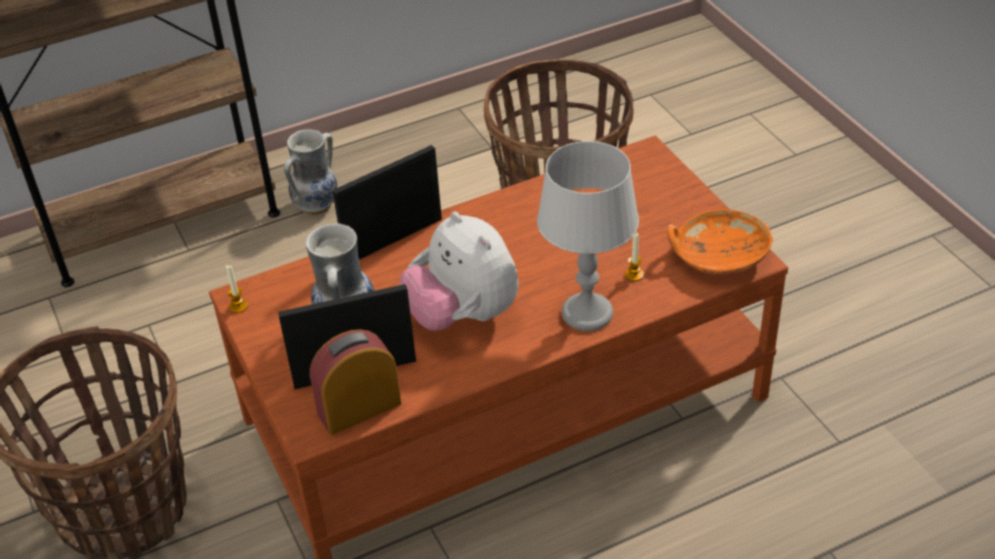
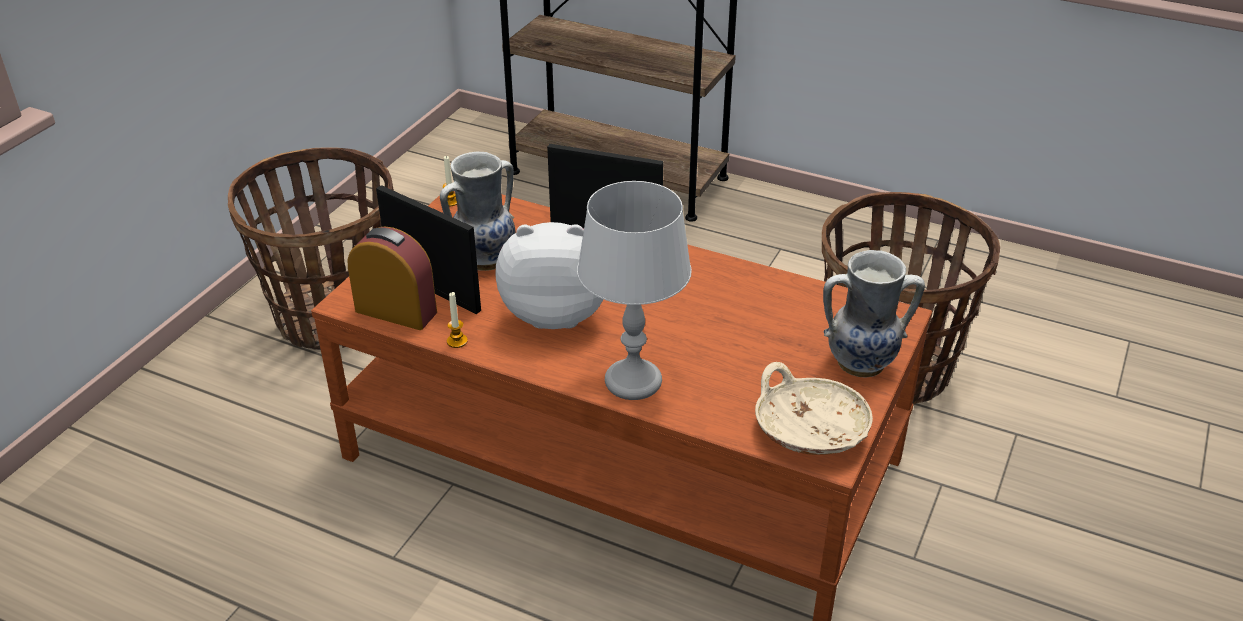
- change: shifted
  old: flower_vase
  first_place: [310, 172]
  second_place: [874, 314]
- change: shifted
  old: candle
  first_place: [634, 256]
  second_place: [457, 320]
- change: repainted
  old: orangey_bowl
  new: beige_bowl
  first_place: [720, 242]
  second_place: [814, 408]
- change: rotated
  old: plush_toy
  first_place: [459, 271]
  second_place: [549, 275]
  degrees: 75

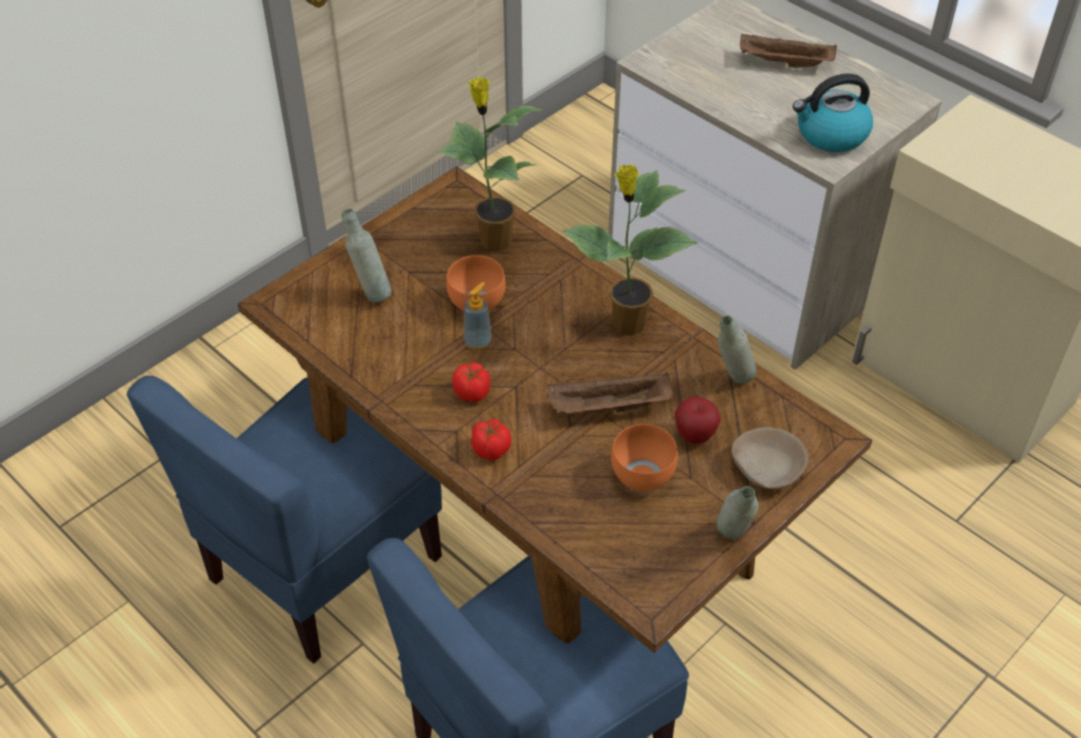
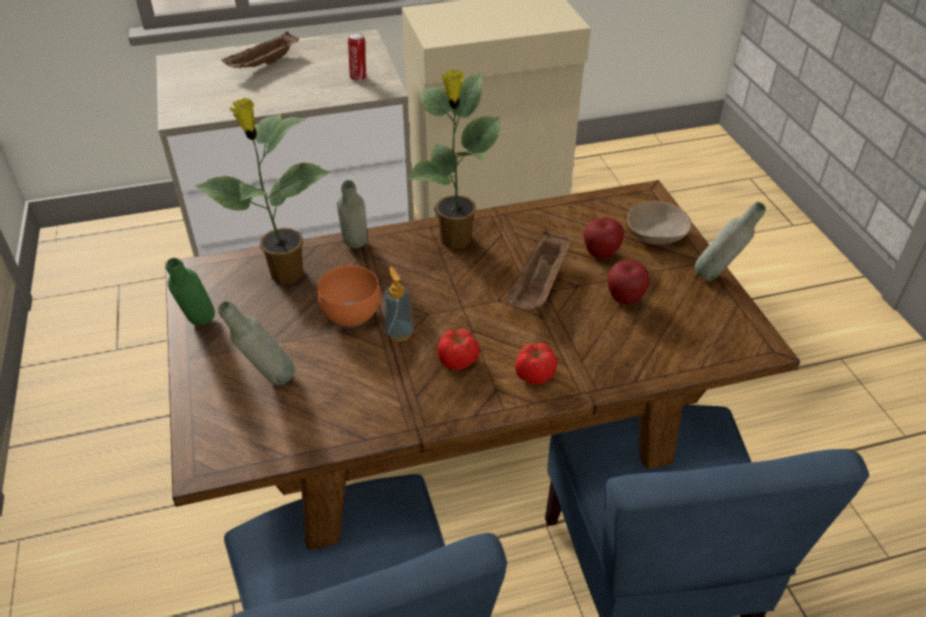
- change: new
  new: green_beverage_bottle
  second_place: [190, 292]
- change: shifted
  old: greyish_beverage_bottle
  first_place: [737, 350]
  second_place: [352, 214]
- change: swapped
  old: orangey_bowl
  new: apple
  first_place: [644, 457]
  second_place: [629, 282]
- change: swapped
  old: water_kettle
  new: can
  first_place: [833, 112]
  second_place: [357, 57]

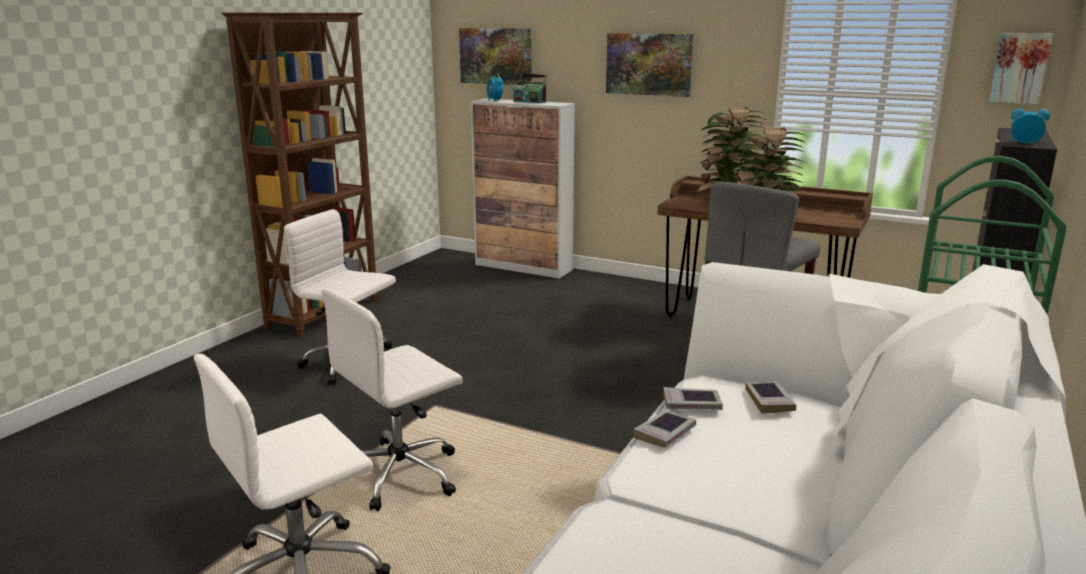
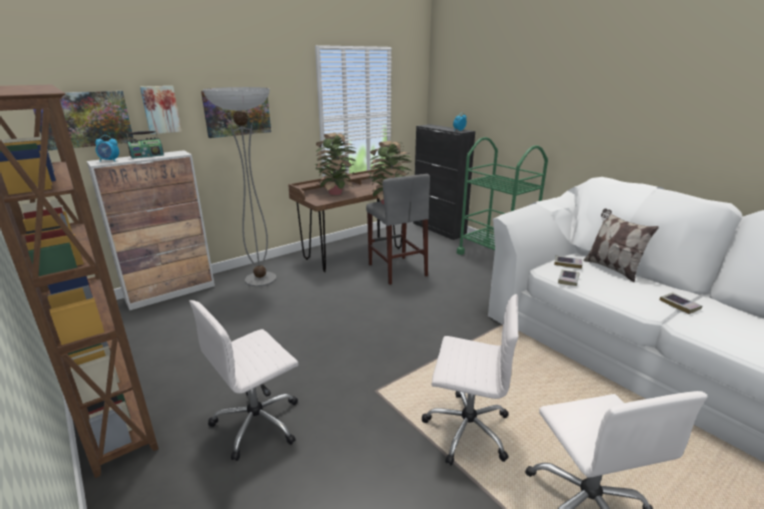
- change: new
  new: standard_lamp
  second_place: [239, 187]
- change: new
  new: throw_pillow
  second_place: [621, 245]
- change: shifted
  old: volume
  first_place: [665, 429]
  second_place: [681, 303]
- change: shifted
  old: wall_picture
  first_place: [1021, 68]
  second_place: [160, 110]
- change: rotated
  old: white-coloured_computer_chair
  first_place: [392, 400]
  second_place: [470, 379]
  degrees: -60

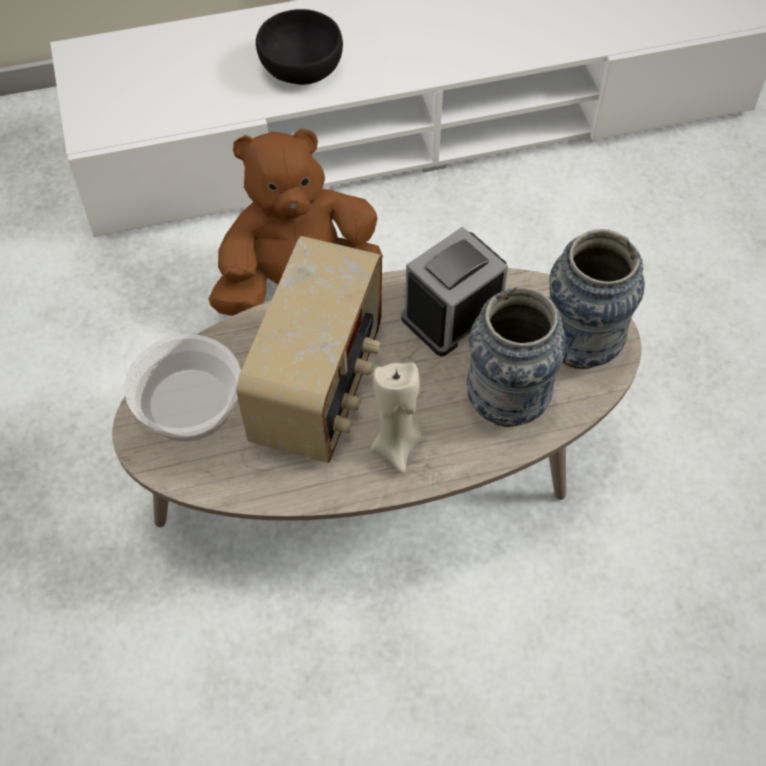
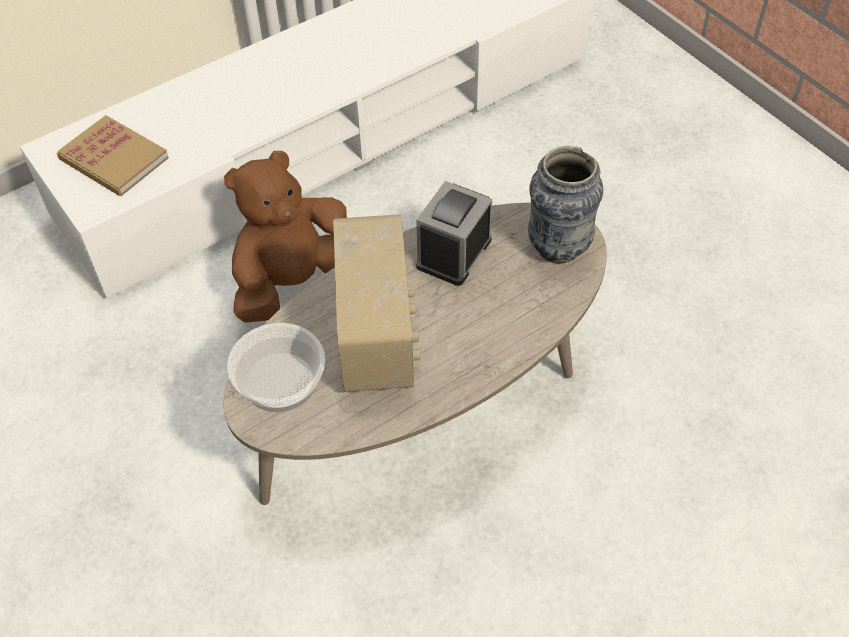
- change: gone
  old: black_bowl
  first_place: [299, 47]
- change: gone
  old: beige_candle
  first_place: [396, 417]
- change: gone
  old: flower_vase
  first_place: [516, 356]
- change: new
  new: volume
  second_place: [113, 155]

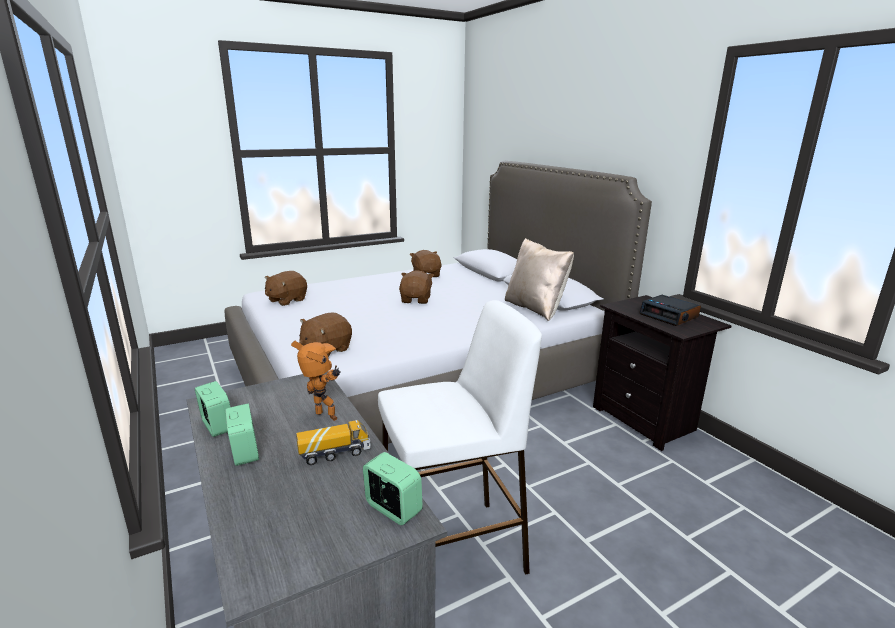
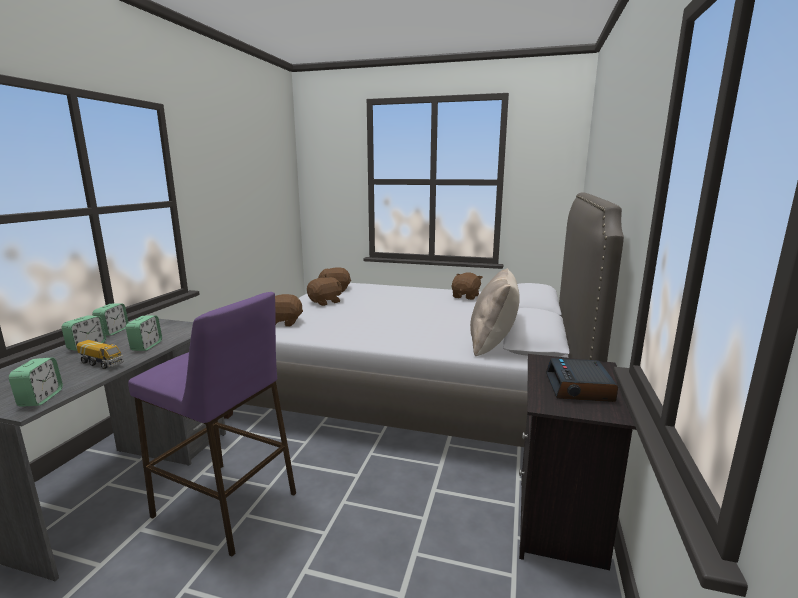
- change: shifted
  old: brownish_plush_toy
  first_place: [416, 287]
  second_place: [324, 291]
- change: swapped
  old: model_robot
  new: table_clock
  first_place: [316, 381]
  second_place: [144, 333]
- change: repainted
  old: white-coloured_sitting_stool
  new: purple_sitting_stool
  first_place: [460, 437]
  second_place: [212, 424]

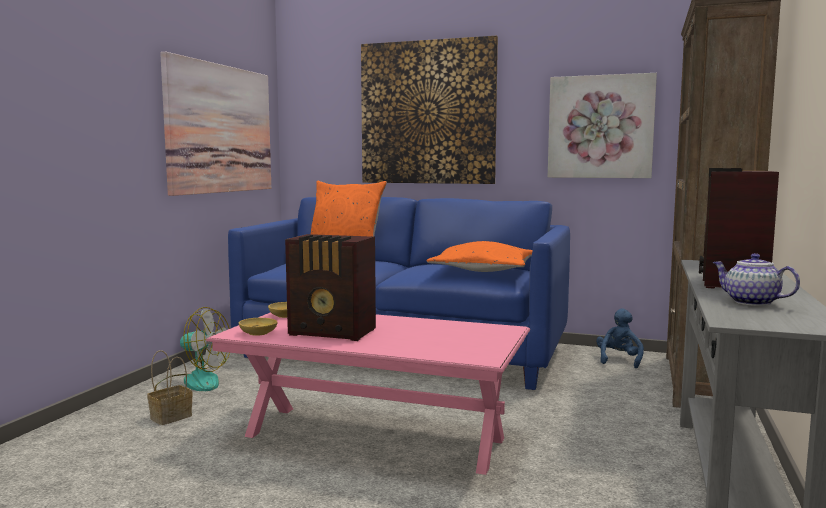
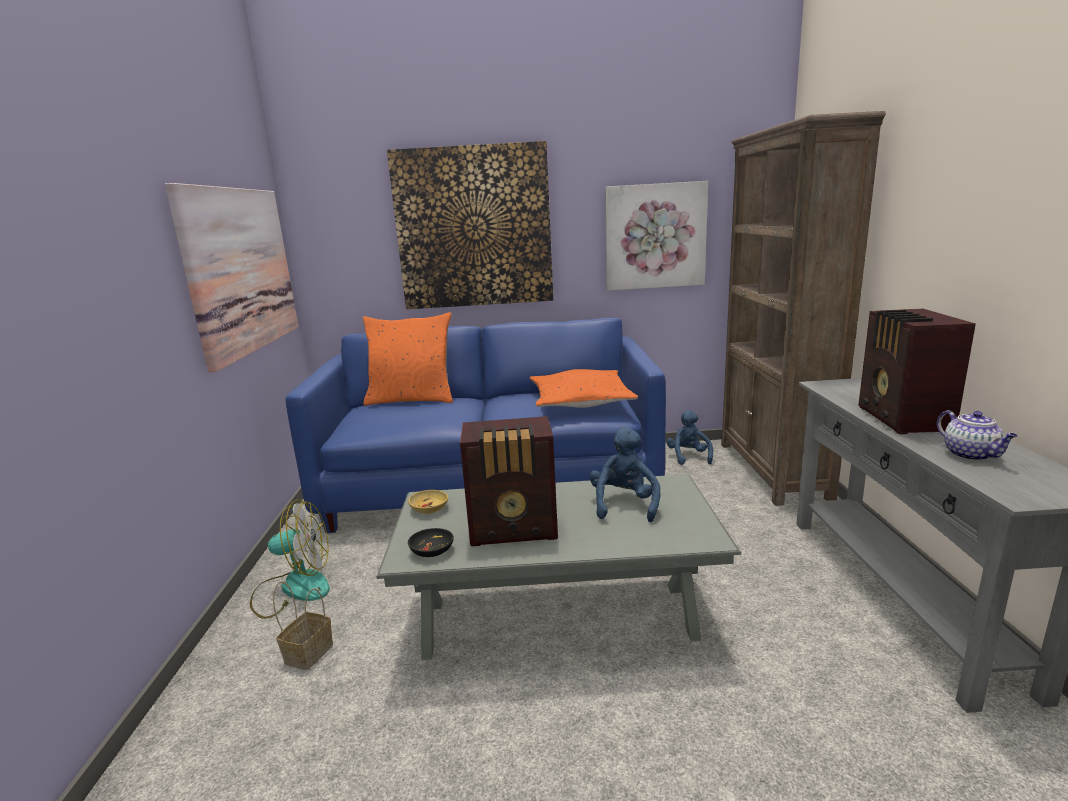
- change: new
  new: blue_plush_toy
  second_place: [624, 474]
- change: repainted
  old: pink-coloured_low_table
  new: greyish_low_table
  first_place: [368, 393]
  second_place: [558, 567]
- change: repainted
  old: beige_bowl
  new: black_bowl
  first_place: [258, 327]
  second_place: [431, 542]
- change: rotated
  old: teapot
  first_place: [756, 279]
  second_place: [977, 435]
  degrees: -135

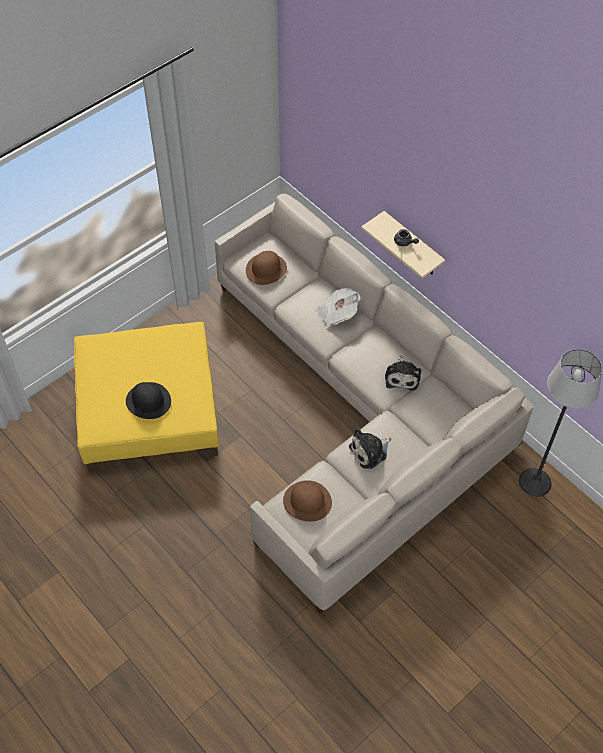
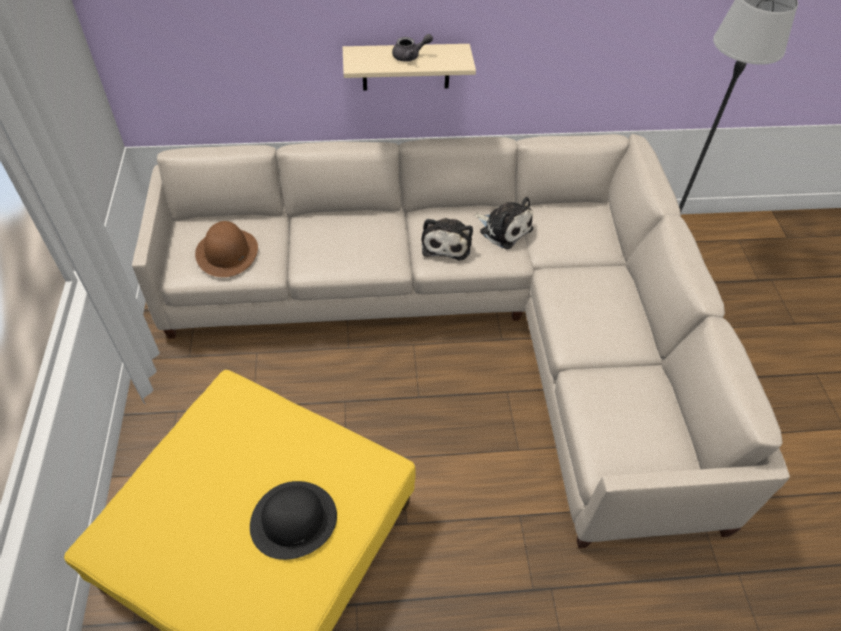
- change: gone
  old: brownish_wearable_hat
  first_place: [307, 501]
- change: gone
  old: daily_paper
  first_place: [338, 307]
- change: shifted
  old: plush_toy
  first_place: [370, 448]
  second_place: [447, 239]

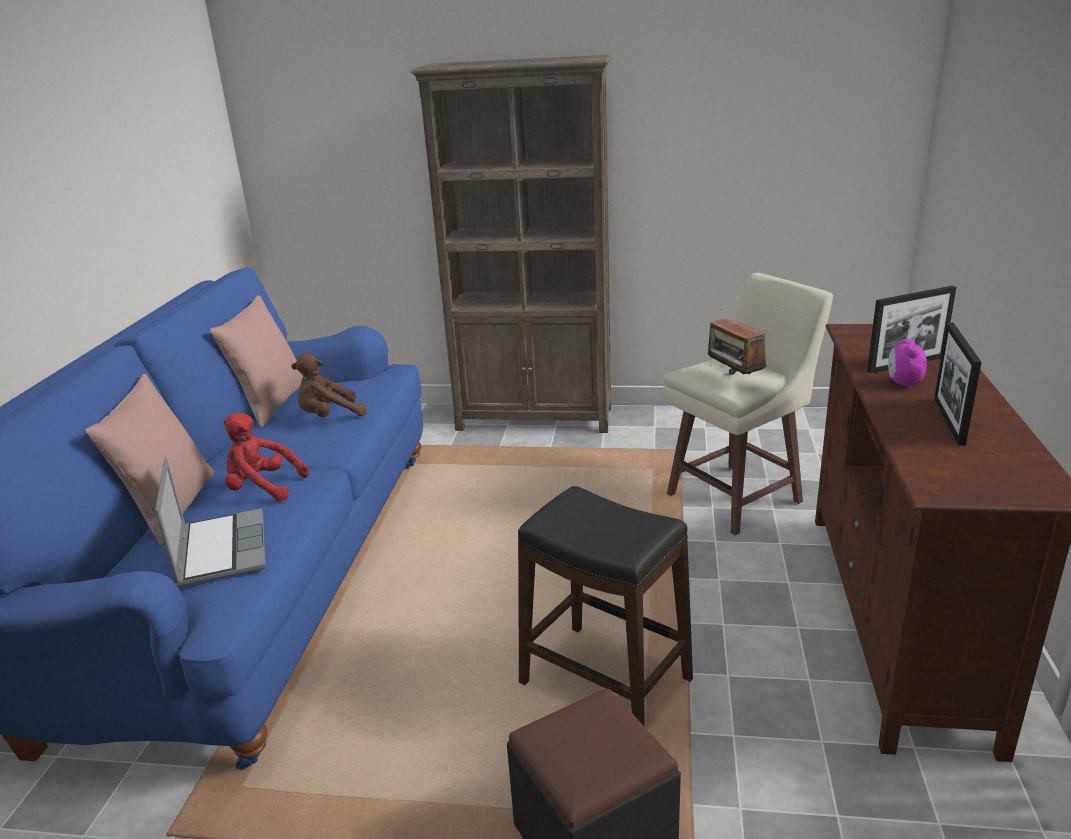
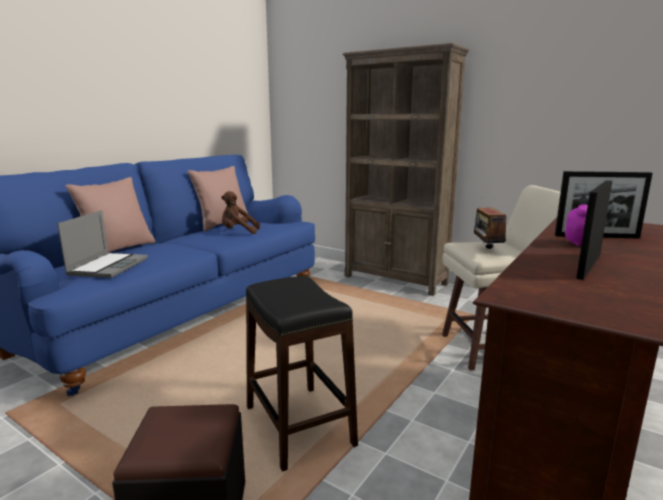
- change: gone
  old: red-coloured_plush_toy
  first_place: [266, 457]

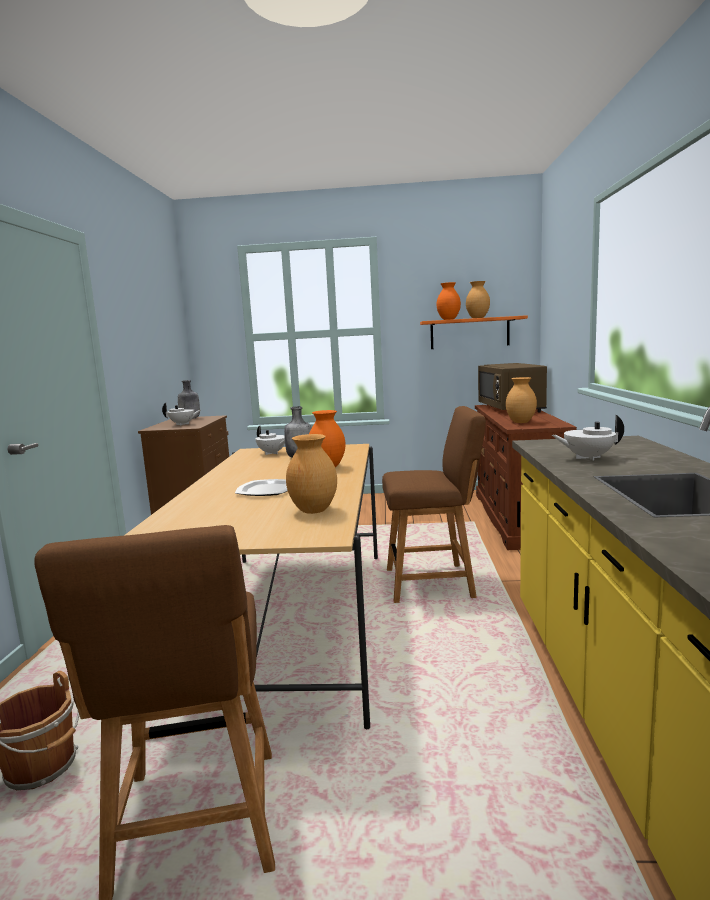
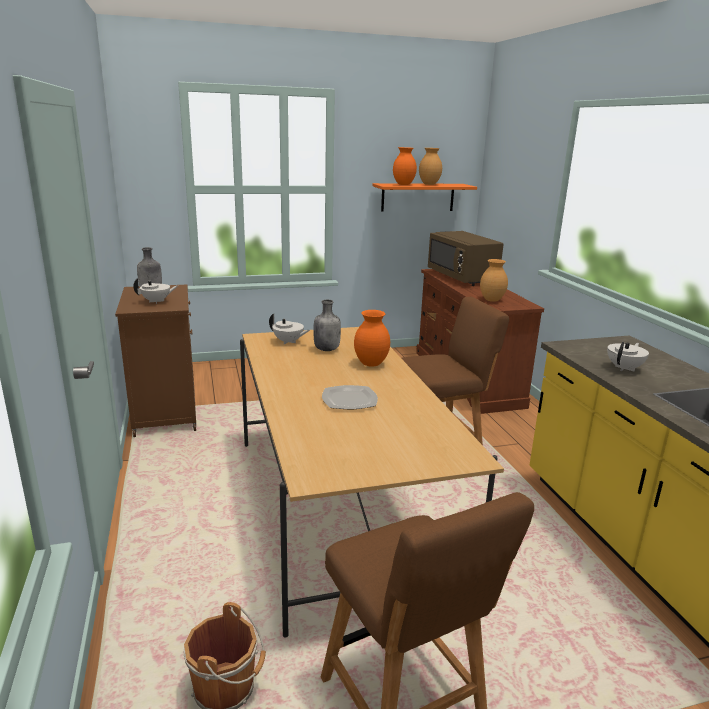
- change: gone
  old: brownish_flower_vase
  first_place: [311, 474]
- change: rotated
  old: white-coloured_teapot
  first_place: [588, 438]
  second_place: [628, 357]
  degrees: 150

